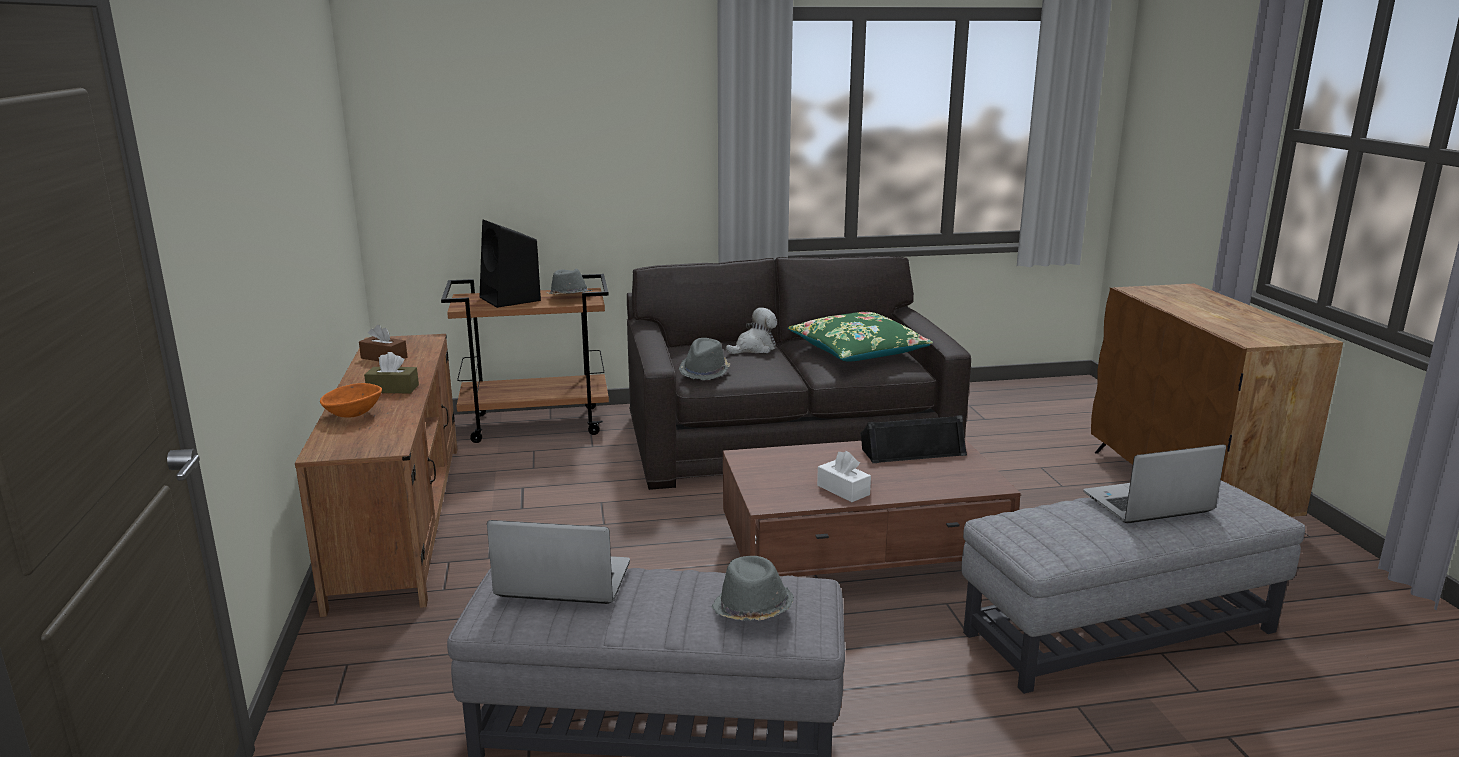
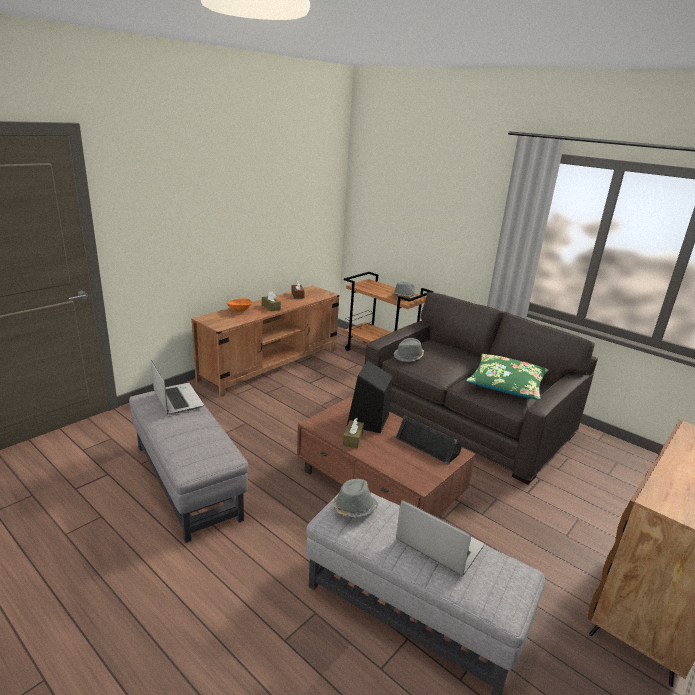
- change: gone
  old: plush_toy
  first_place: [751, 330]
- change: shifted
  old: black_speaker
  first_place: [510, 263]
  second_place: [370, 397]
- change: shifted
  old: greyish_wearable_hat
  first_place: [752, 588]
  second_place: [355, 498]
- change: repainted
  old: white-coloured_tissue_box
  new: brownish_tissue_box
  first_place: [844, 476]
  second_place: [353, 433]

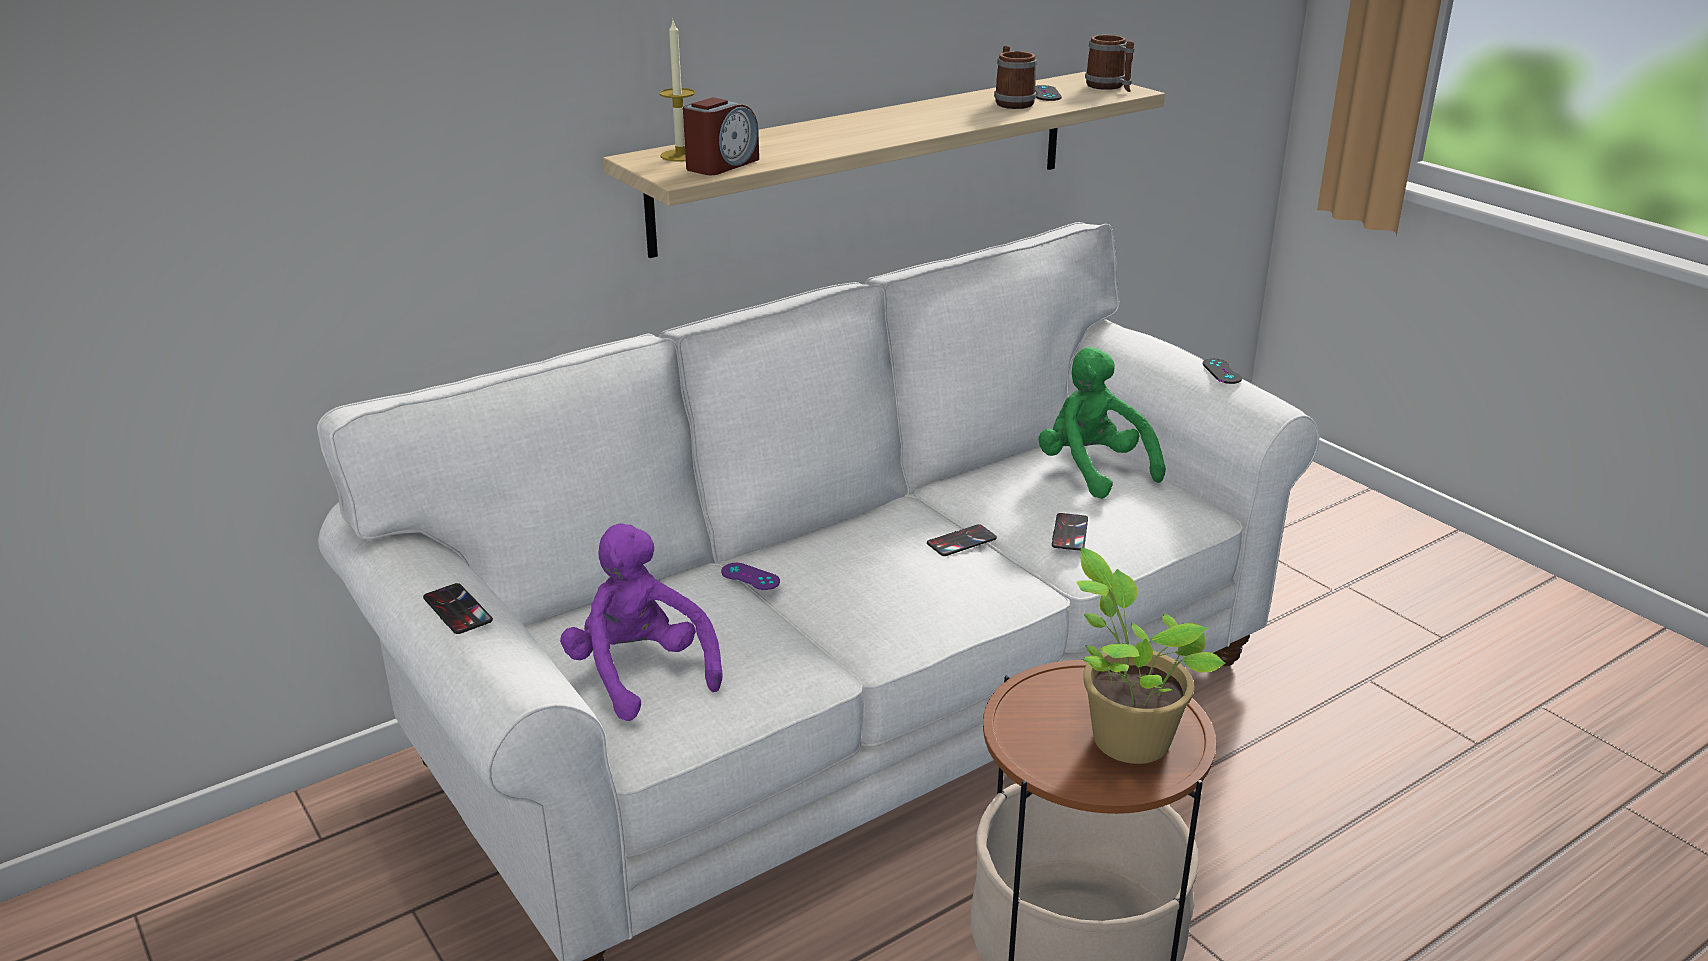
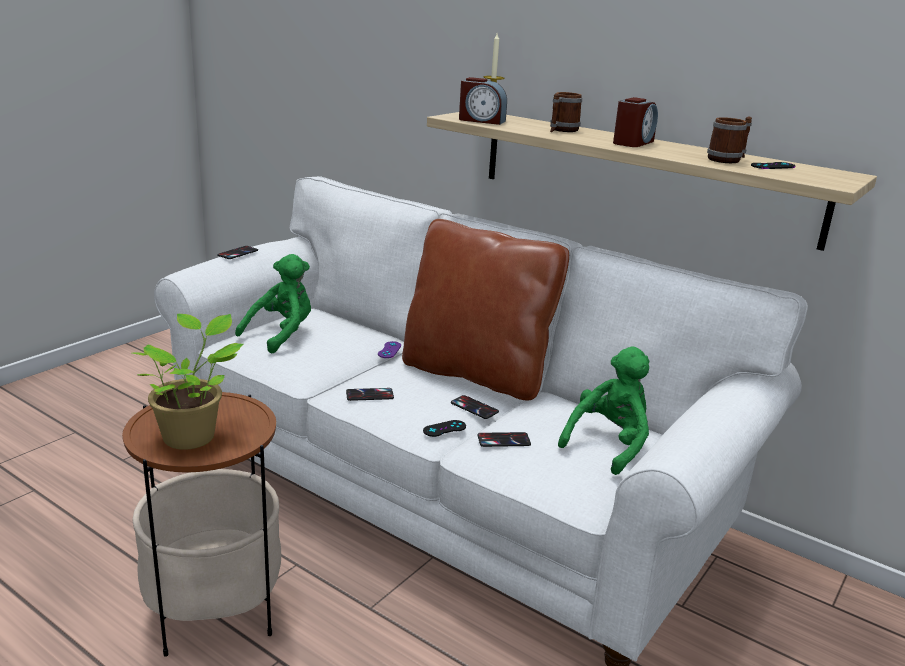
- change: new
  new: phone
  second_place: [370, 394]
- change: new
  new: brownish_throw_pillow
  second_place: [485, 310]
- change: new
  new: table_clock
  second_place: [635, 122]
- change: shifted
  old: coffee_mug
  first_place: [1109, 63]
  second_place: [566, 112]
- change: shifted
  old: black_game_controller
  first_place: [1222, 371]
  second_place: [444, 428]
- change: repainted
  old: purple_plush_toy
  new: green_plush_toy
  first_place: [641, 622]
  second_place: [273, 304]

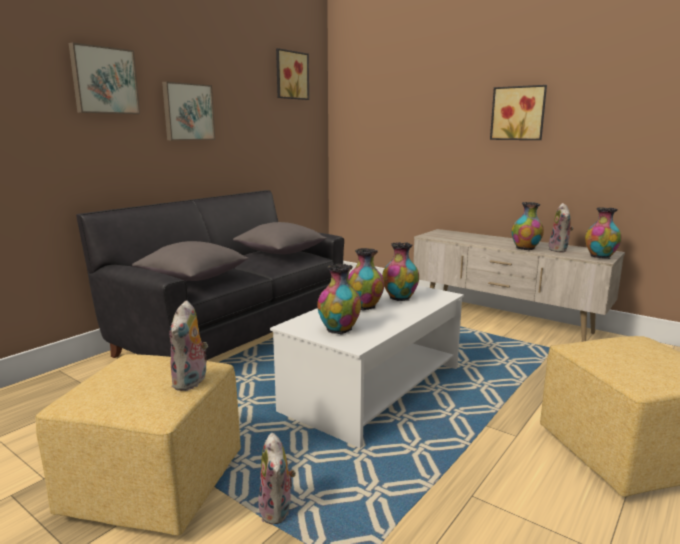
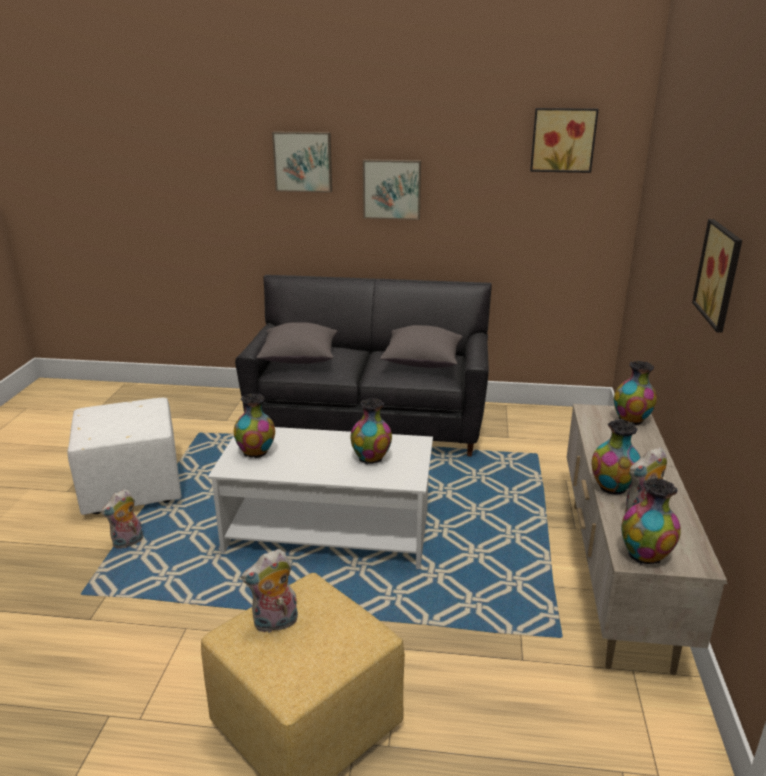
- change: shifted
  old: plush_toy
  first_place: [189, 345]
  second_place: [269, 591]
- change: shifted
  old: flower_vase
  first_place: [366, 279]
  second_place: [635, 393]
- change: repainted
  old: yellow_footrest
  new: white-coloured_footrest
  first_place: [138, 444]
  second_place: [124, 456]

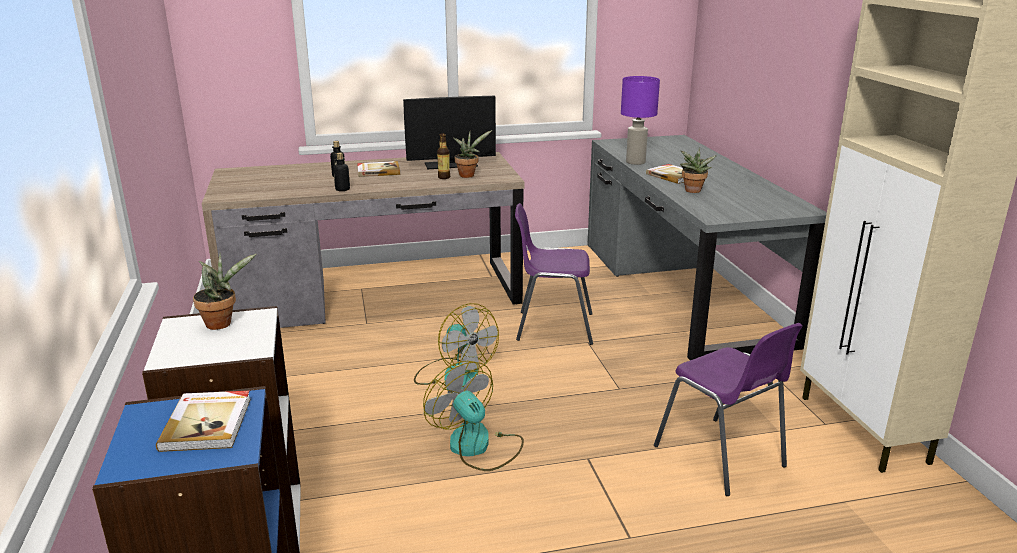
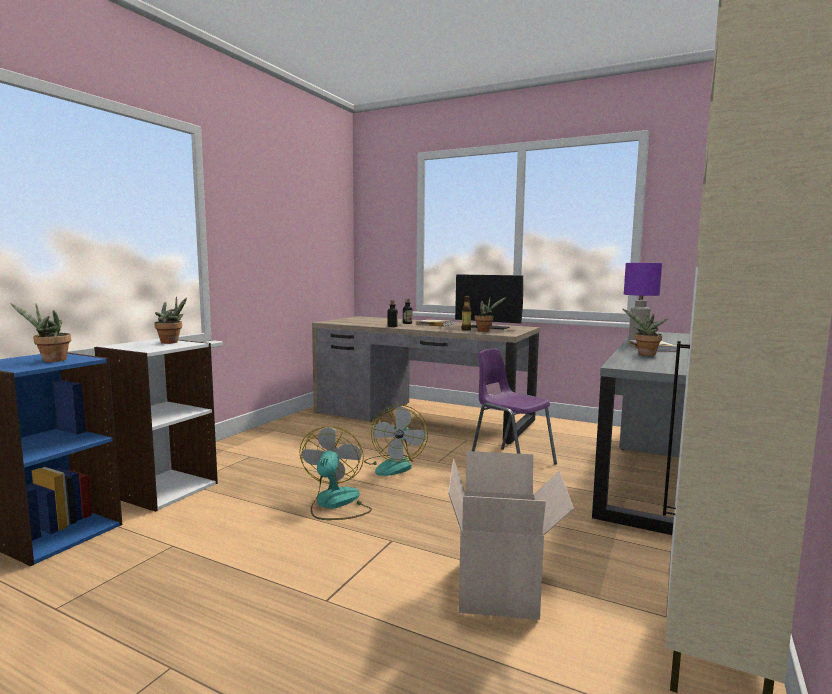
- change: swapped
  old: volume
  new: plant_in_a_pot
  first_place: [203, 421]
  second_place: [41, 333]
- change: swapped
  old: purple_upright_chair
  new: cardboard_box
  first_place: [728, 409]
  second_place: [511, 535]

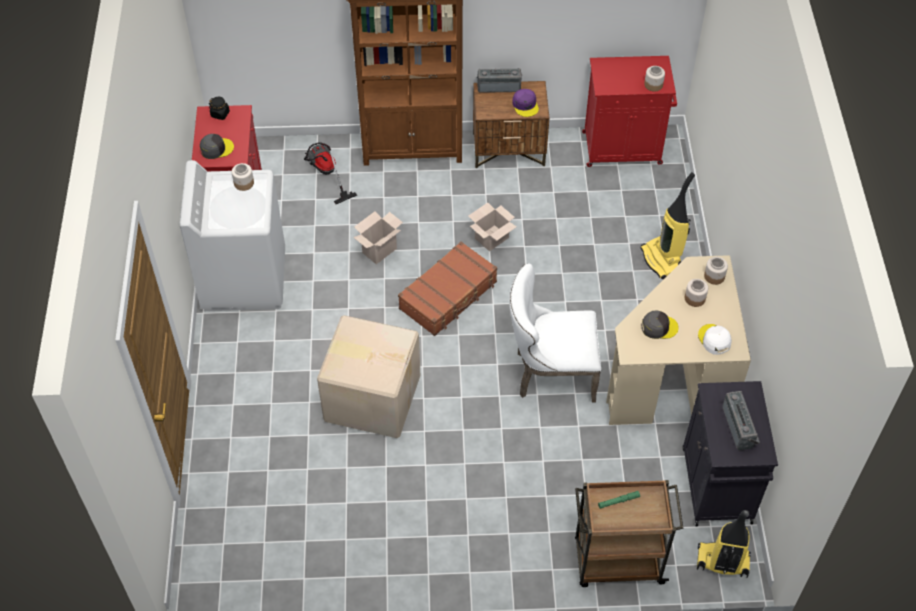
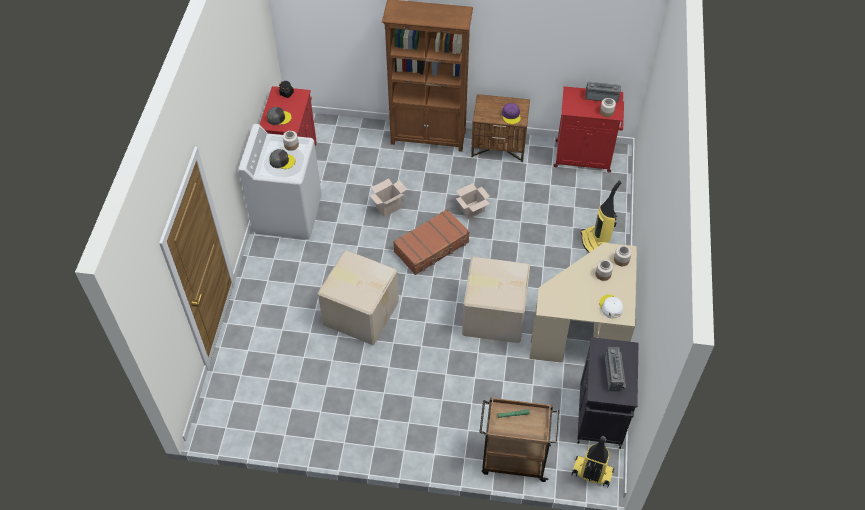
- change: gone
  old: hoover
  first_place: [330, 173]
- change: shifted
  old: radio_receiver
  first_place: [499, 80]
  second_place: [603, 92]
- change: shifted
  old: greyish_cap
  first_place: [660, 325]
  second_place: [282, 159]
- change: swapped
  old: white-coloured_upright_chair
  new: cardboard_box
  first_place: [555, 333]
  second_place: [496, 300]

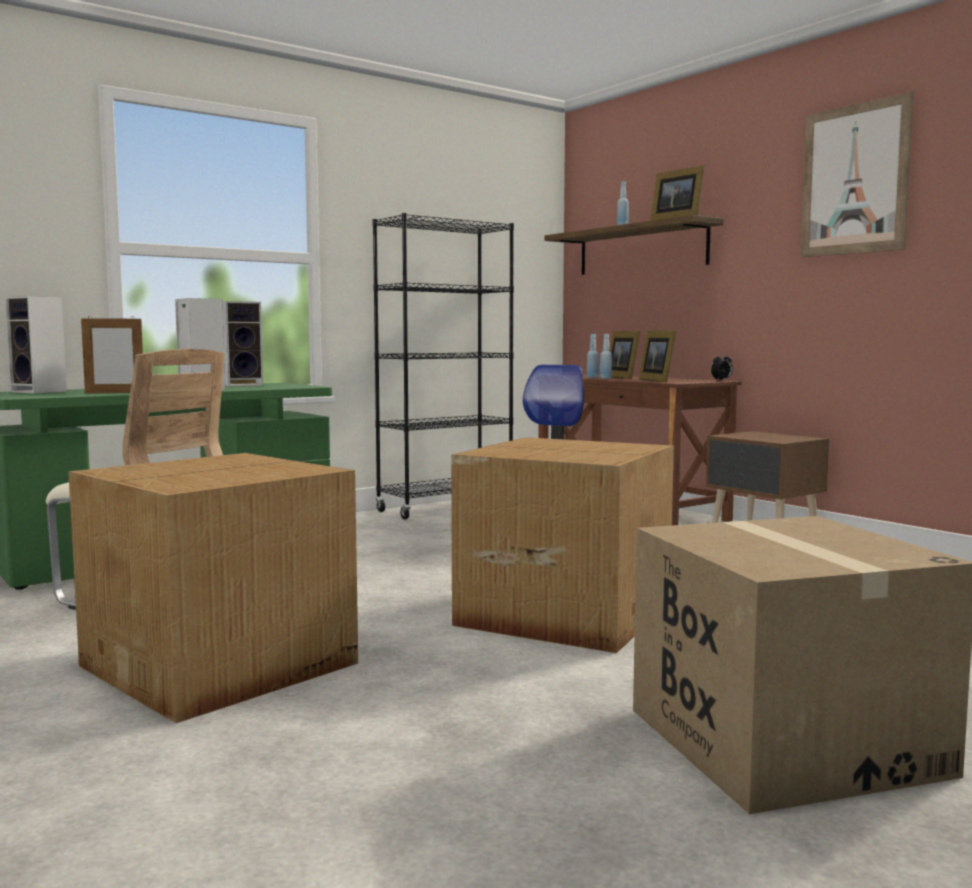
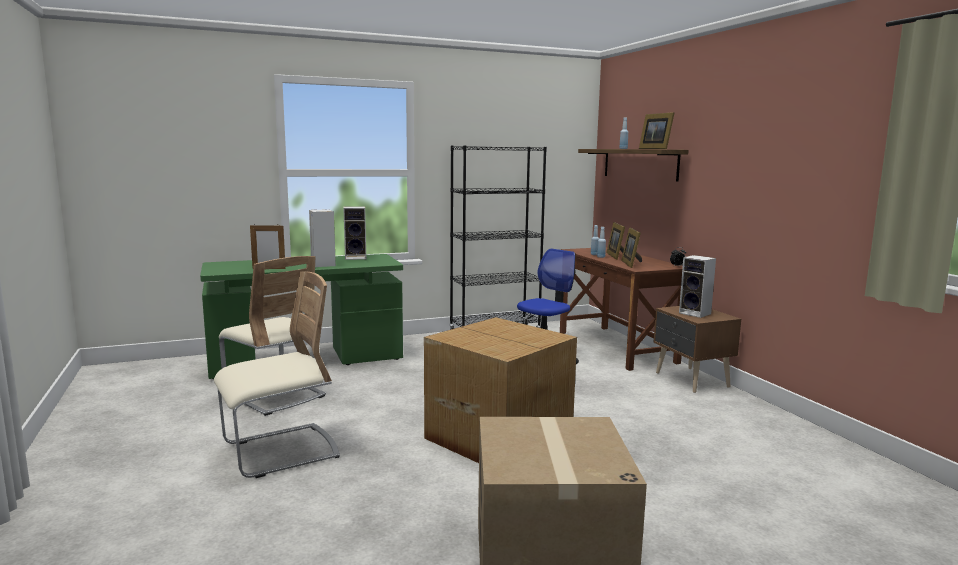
- change: gone
  old: wall_picture
  first_place: [857, 175]
- change: shifted
  old: speaker
  first_place: [36, 344]
  second_place: [697, 286]
- change: swapped
  old: cardboard_box
  new: beige_upright_chair
  first_place: [213, 588]
  second_place: [277, 375]

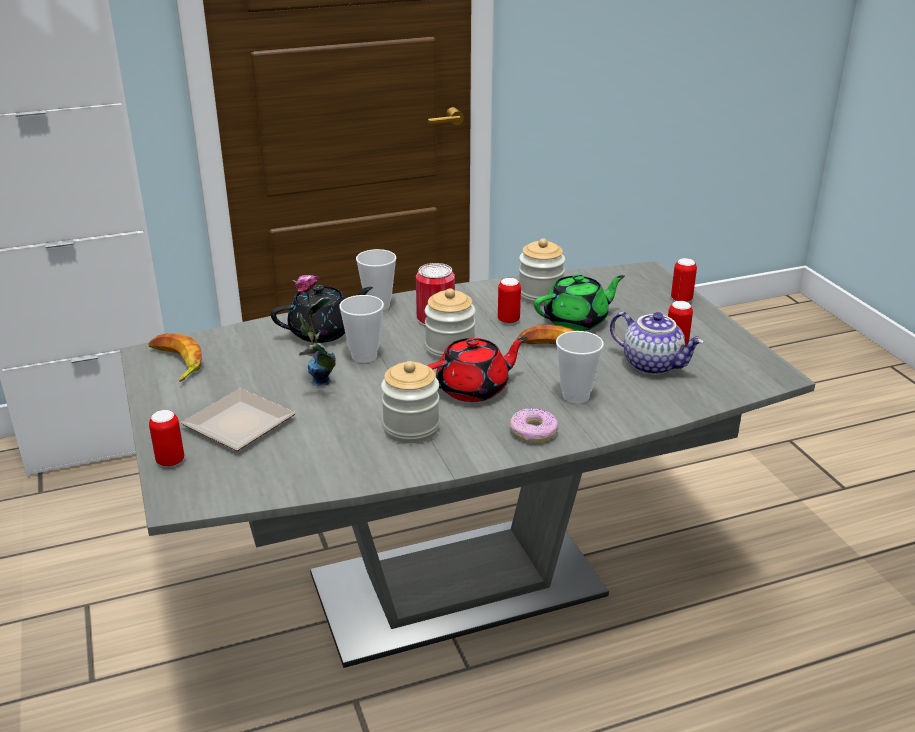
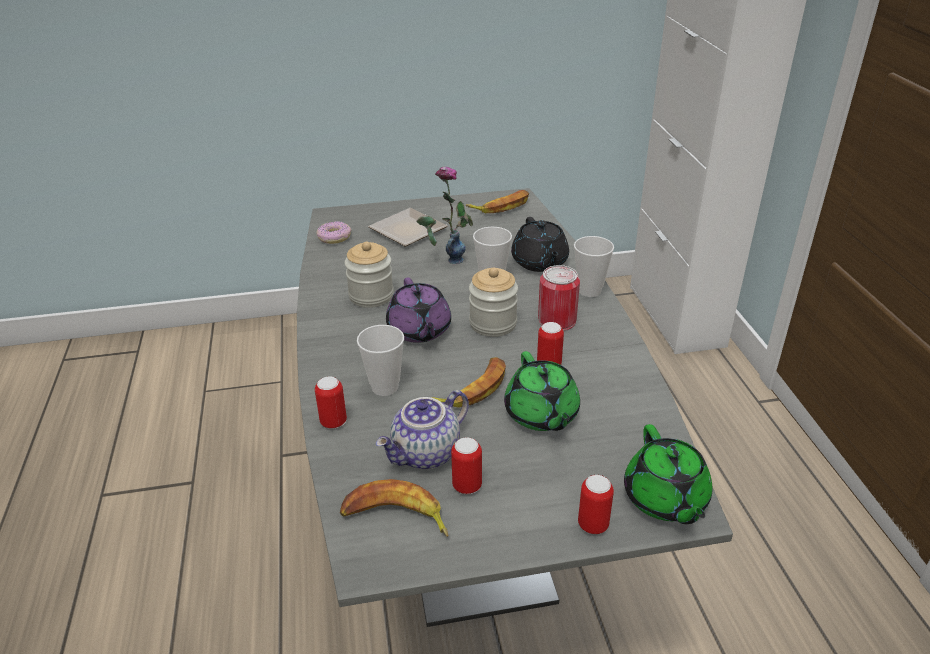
- change: gone
  old: preserve_jar
  first_place: [542, 272]
- change: new
  new: banana
  second_place: [394, 508]
- change: new
  new: green_teapot
  second_place: [668, 474]
- change: shifted
  old: can
  first_place: [166, 438]
  second_place: [331, 402]
- change: shifted
  old: doughnut
  first_place: [534, 425]
  second_place: [334, 232]
- change: repainted
  old: red-coloured_teapot
  new: purple_teapot
  first_place: [477, 369]
  second_place: [418, 310]

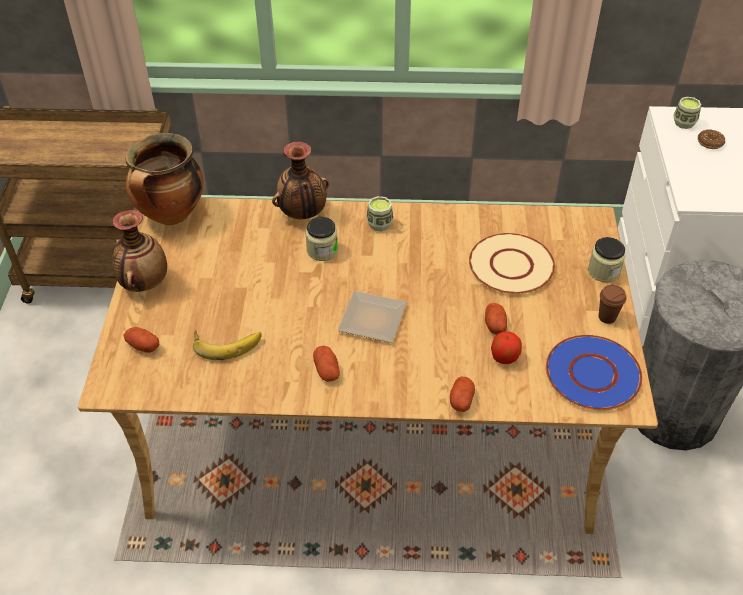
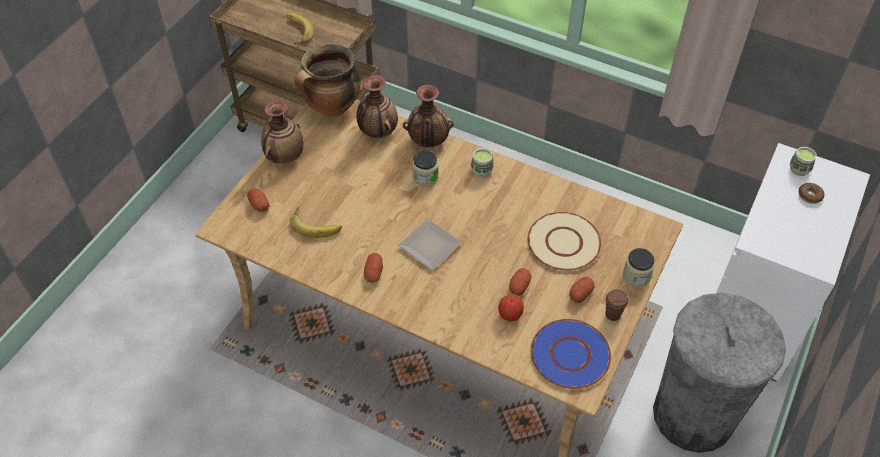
- change: new
  new: banana
  second_place: [300, 29]
- change: new
  new: flower_vase
  second_place: [377, 106]
- change: shifted
  old: potato
  first_place: [462, 394]
  second_place: [582, 290]

